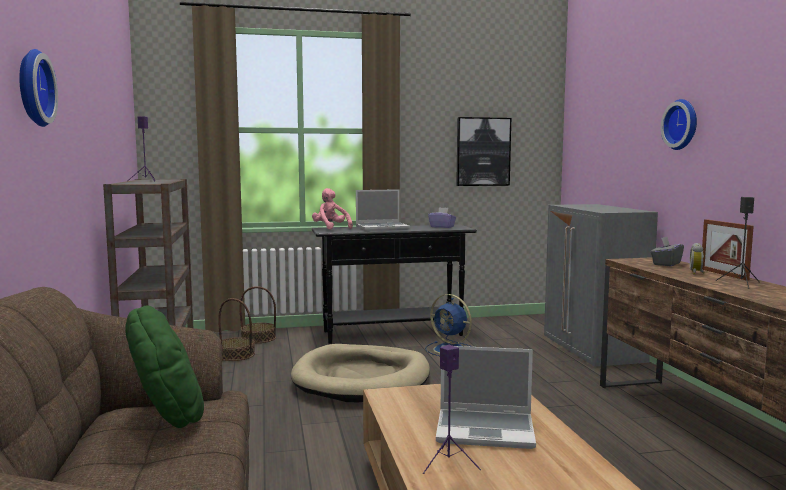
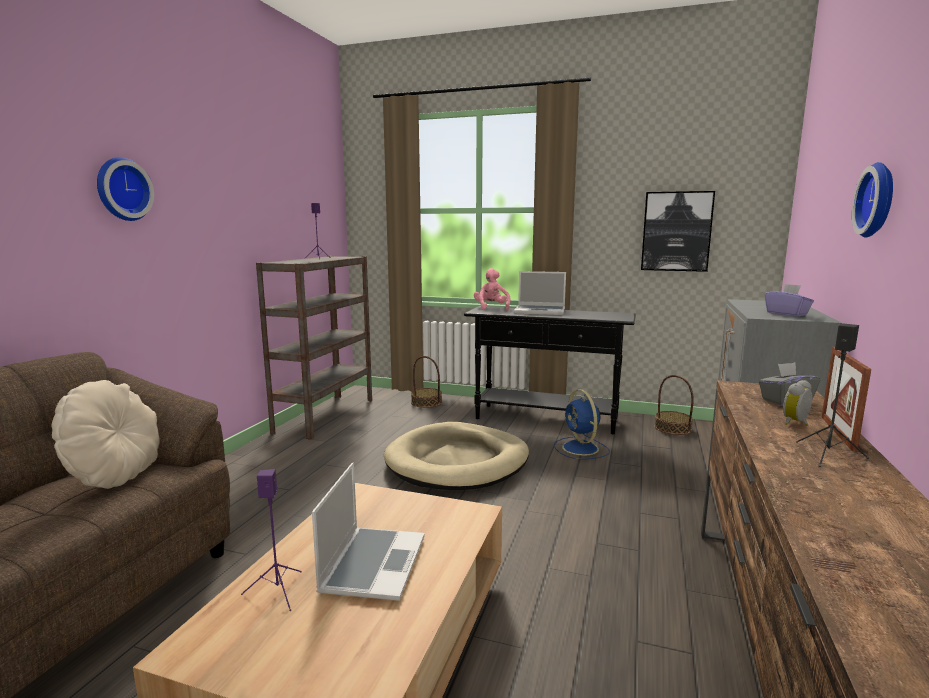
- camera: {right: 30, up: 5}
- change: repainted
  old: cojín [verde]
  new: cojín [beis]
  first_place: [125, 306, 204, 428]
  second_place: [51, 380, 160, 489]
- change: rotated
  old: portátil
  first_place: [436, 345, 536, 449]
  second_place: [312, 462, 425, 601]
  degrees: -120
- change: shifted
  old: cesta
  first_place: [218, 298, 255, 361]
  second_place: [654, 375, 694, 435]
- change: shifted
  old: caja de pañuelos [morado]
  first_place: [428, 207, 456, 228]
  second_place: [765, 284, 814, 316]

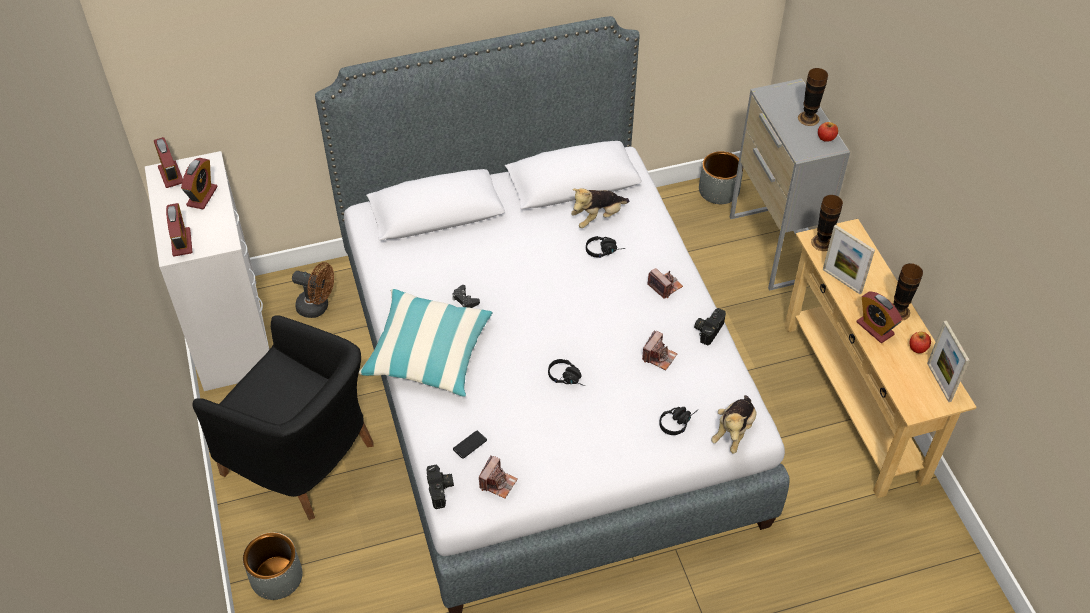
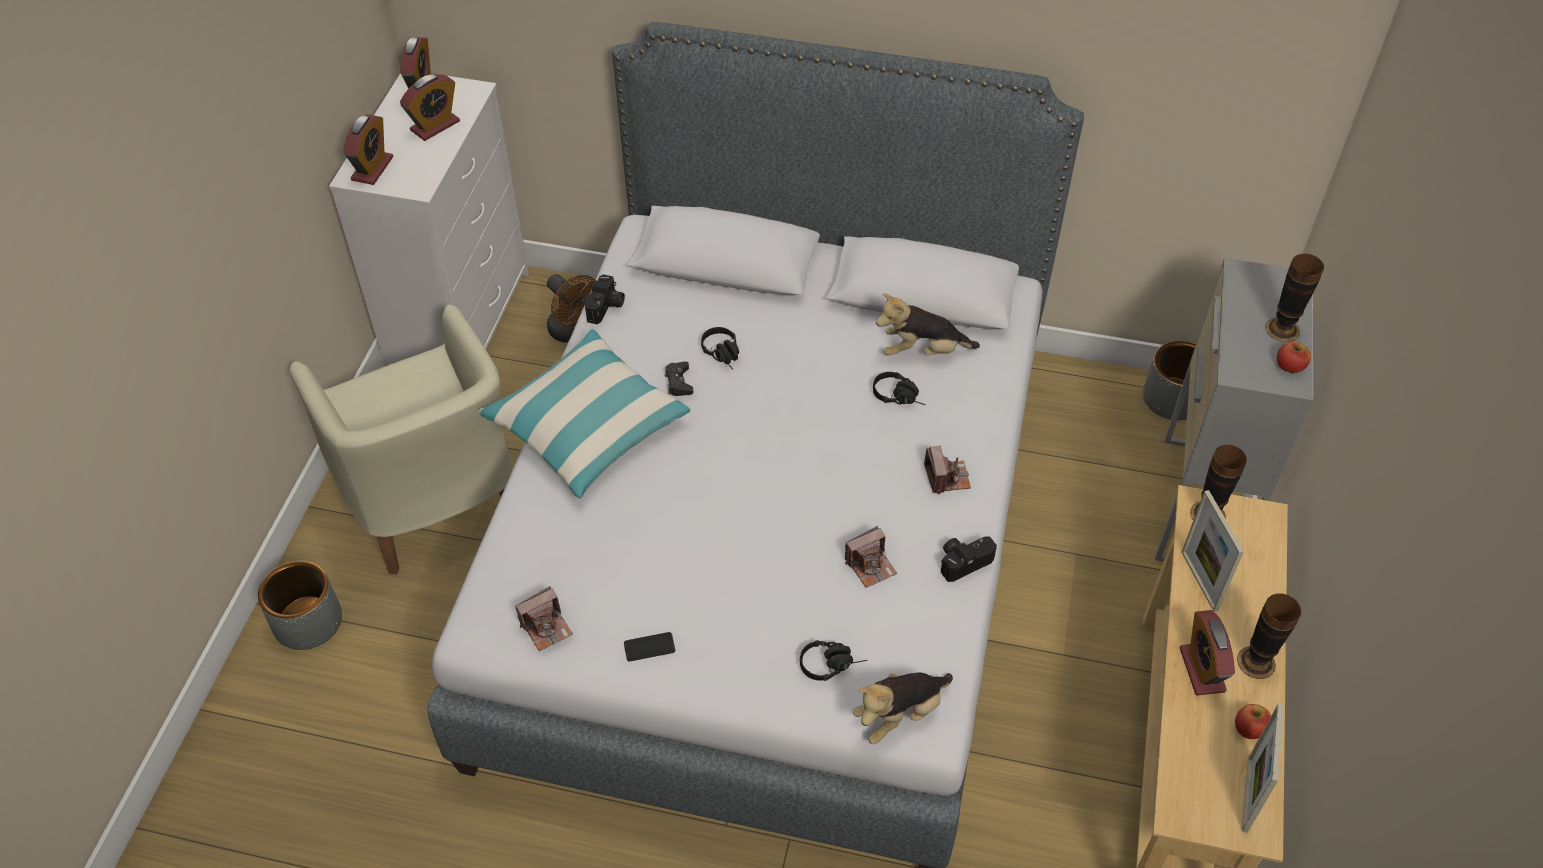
- camera: {right: 30, up: 0}
- change: repainted
  old: sillón [negro]
  new: sillón [beis]
  first_place: [193, 315, 373, 520]
  second_place: [289, 305, 513, 575]
- change: shifted
  old: cámara
  first_place: [426, 464, 454, 509]
  second_place: [584, 274, 625, 324]
- change: shifted
  old: móvil
  first_place: [453, 431, 487, 458]
  second_place: [624, 632, 675, 662]
- change: shifted
  old: auriculares [negro]
  first_place: [548, 359, 585, 386]
  second_place: [701, 327, 739, 369]

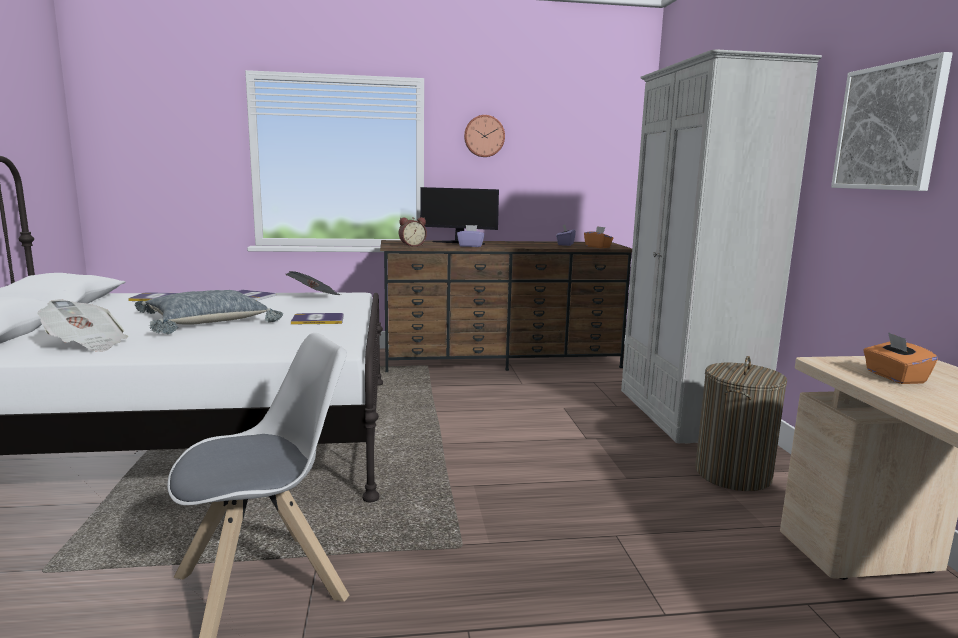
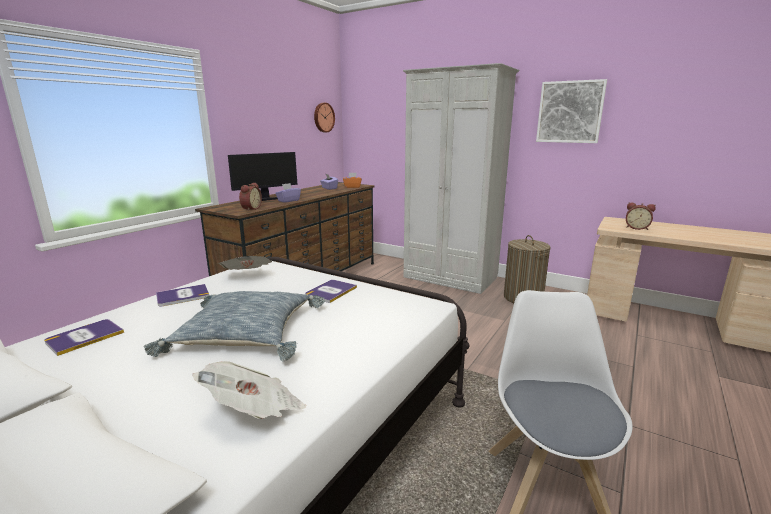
- camera: {right: -50, up: 5}
- change: shifted
  old: reloj de pared
  first_place: [464, 115, 505, 157]
  second_place: [314, 103, 335, 132]
- change: swapped
  old: caja de pañuelos [naranja]
  new: despertador
  first_place: [863, 332, 938, 384]
  second_place: [626, 202, 656, 230]

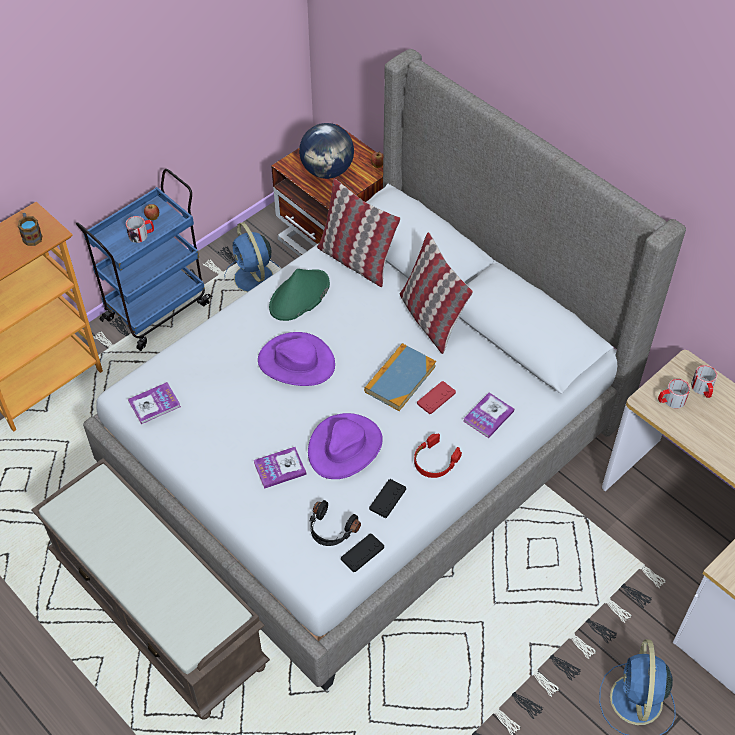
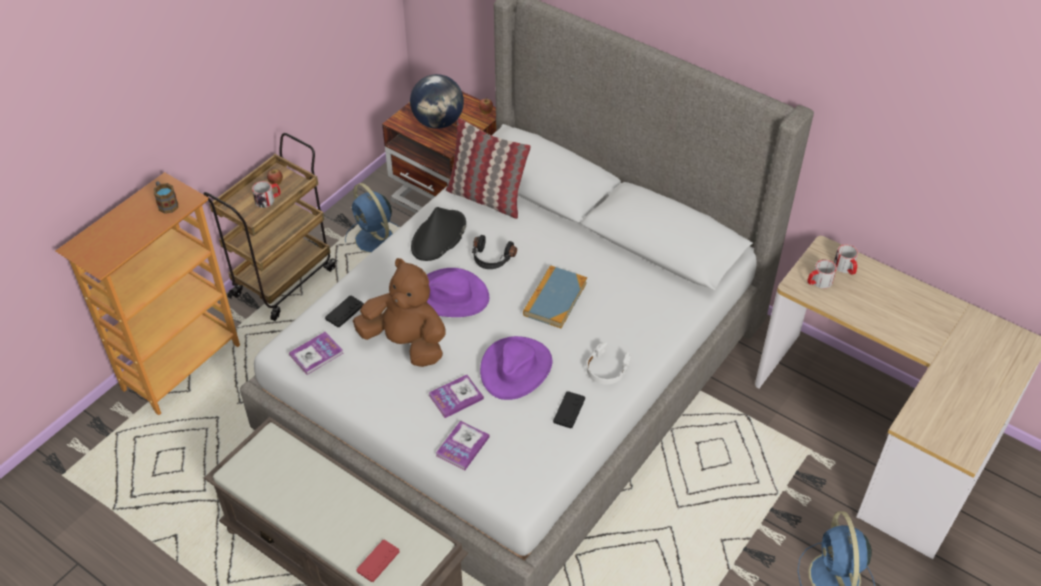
- camera: {right: -10, up: -5}
- change: repainted
  old: carrito [azul]
  new: carrito [marrón]
  first_place: [76, 169, 213, 351]
  second_place: [204, 133, 339, 321]
- change: shifted
  old: mando de consola [negro]
  first_place: [341, 533, 384, 572]
  second_place: [325, 296, 364, 327]
- change: new
  new: peluche [marrón]
  second_place: [353, 258, 445, 367]
- change: shifted
  old: mando de consola [rojo]
  first_place: [417, 381, 456, 414]
  second_place: [356, 540, 400, 582]
- change: repainted
  old: sombrero [verde]
  new: sombrero [negro]
  first_place: [269, 269, 330, 321]
  second_place: [411, 207, 466, 261]
- change: shifted
  old: libro
  first_place: [463, 393, 514, 438]
  second_place: [436, 421, 489, 470]
- change: shifted
  old: auriculares [negro]
  first_place: [309, 500, 361, 546]
  second_place: [472, 235, 517, 269]
- change: repainted
  old: auriculares [rojo]
  new: auriculares [blanco]
  first_place: [414, 434, 462, 478]
  second_place: [587, 342, 632, 385]
- change: gone
  old: cojín
  first_place: [400, 232, 473, 354]

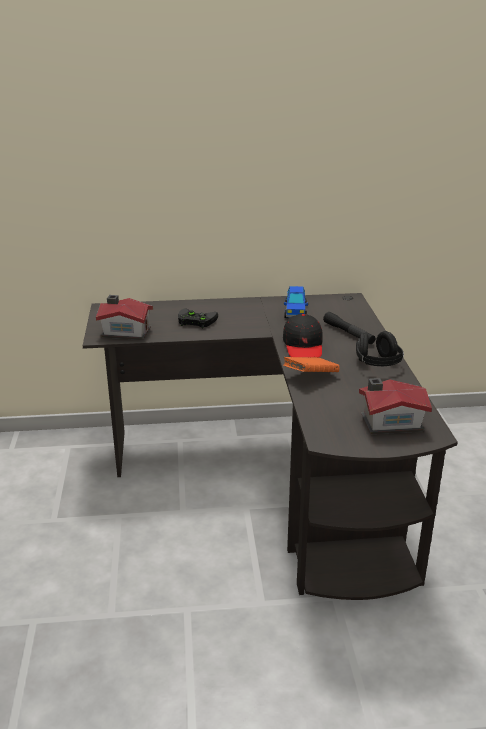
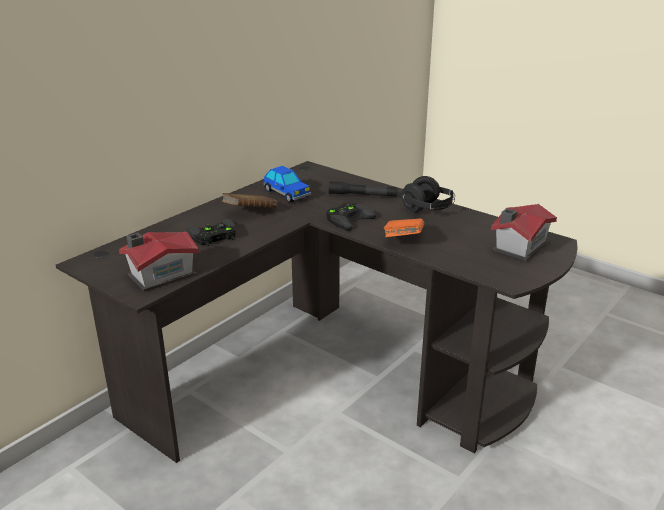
- camera: {right: -45, up: 0}
- change: new
  new: libro [marrón]
  second_place: [222, 193, 278, 208]
- change: swapped
  old: gorra [negro]
  new: mando de consola [negro]
  first_place: [283, 314, 323, 358]
  second_place: [326, 202, 376, 231]

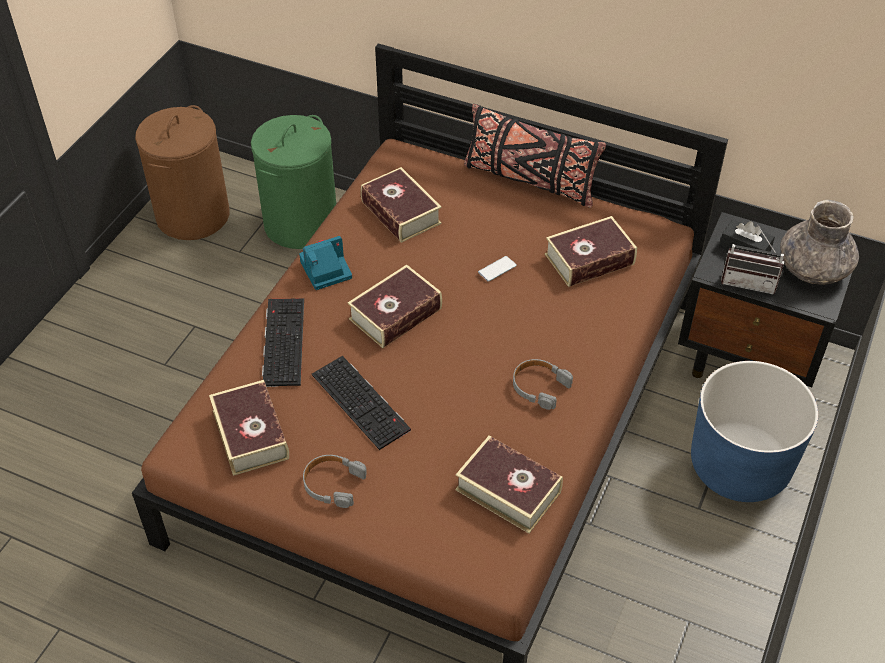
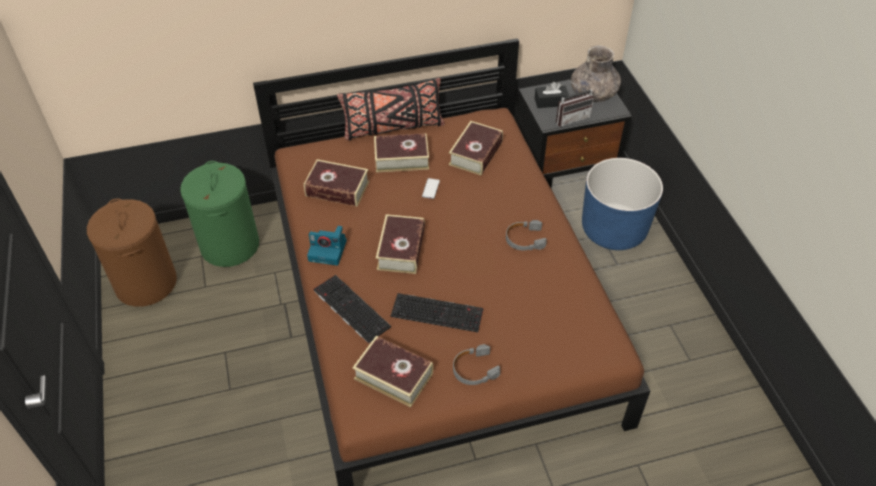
- camera: {right: -40, up: 0}
- change: rotated
  old: cámara
  first_place: [299, 236, 352, 290]
  second_place: [307, 225, 347, 266]
  degrees: -105
- change: shifted
  old: libro
  first_place: [455, 436, 563, 533]
  second_place: [374, 133, 429, 172]

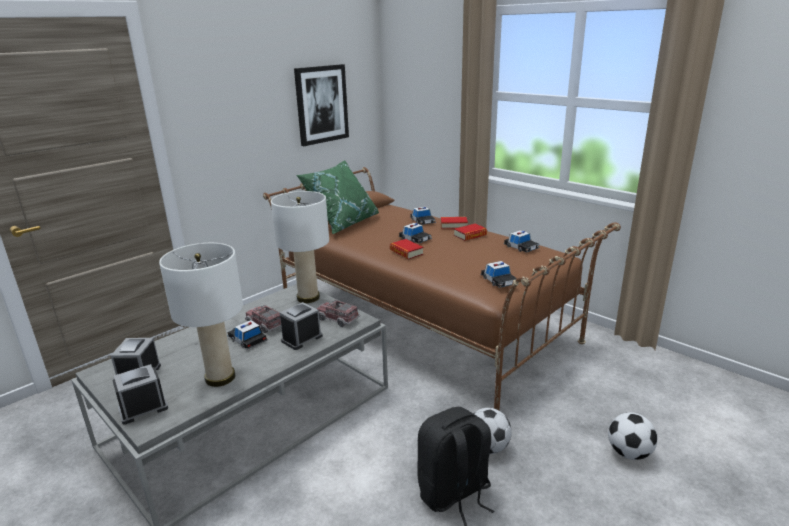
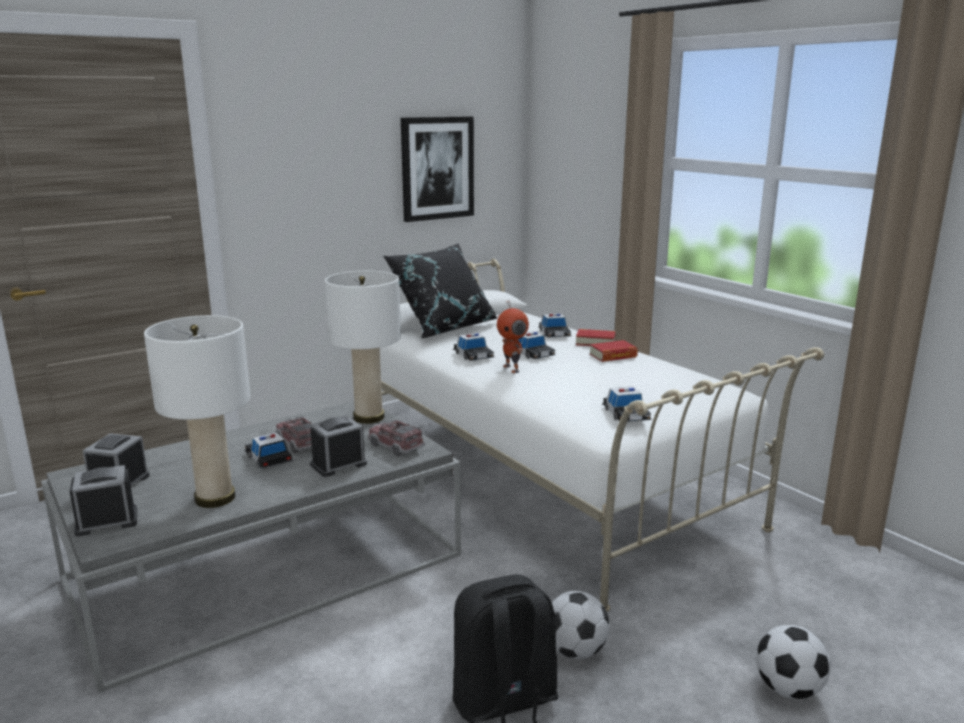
- camera: {right: 10, up: -5}
- change: repainted
  old: cama [marrón]
  new: cama [blanco]
  first_place: [263, 167, 621, 410]
  second_place: [380, 259, 824, 612]
- change: repainted
  old: cojín [verde]
  new: cojín [negro]
  first_place: [296, 161, 379, 234]
  second_place: [383, 243, 497, 339]
- change: shifted
  old: coche de juguete
  first_place: [503, 230, 540, 253]
  second_place: [453, 333, 494, 361]
- change: swapped
  old: libro
  new: robot de juguete
  first_place: [390, 239, 423, 259]
  second_place: [497, 301, 529, 373]

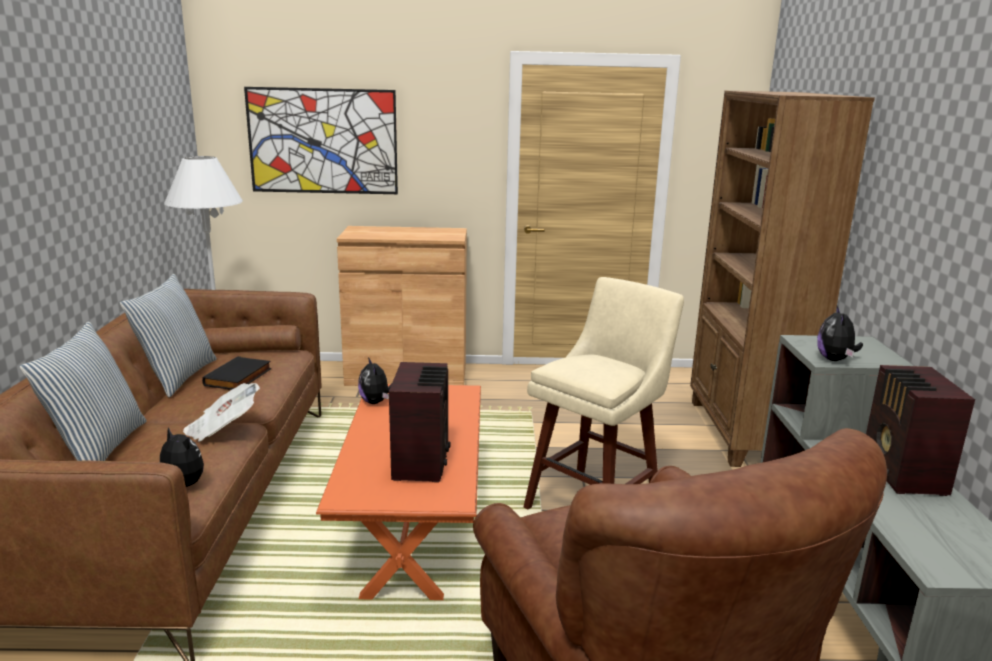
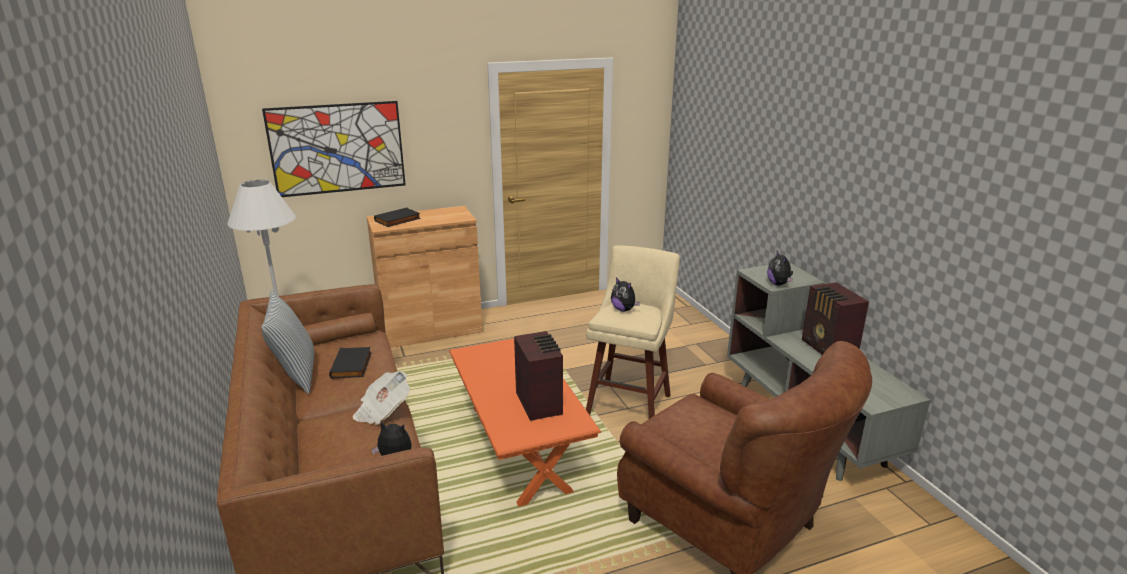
- camera: {right: -20, up: 5}
- change: new
  new: libro [negro]
  second_place: [374, 208, 421, 227]
- change: shifted
  old: peluche
  first_place: [358, 357, 392, 404]
  second_place: [611, 277, 640, 312]
- change: gone
  old: cojín
  first_place: [19, 321, 147, 461]
- change: gone
  old: estantería [marrón]
  first_place: [690, 91, 875, 467]

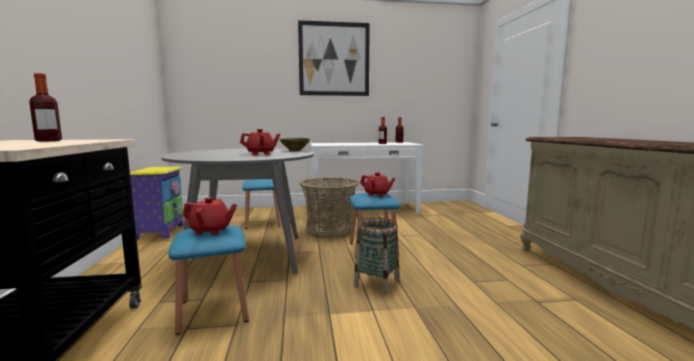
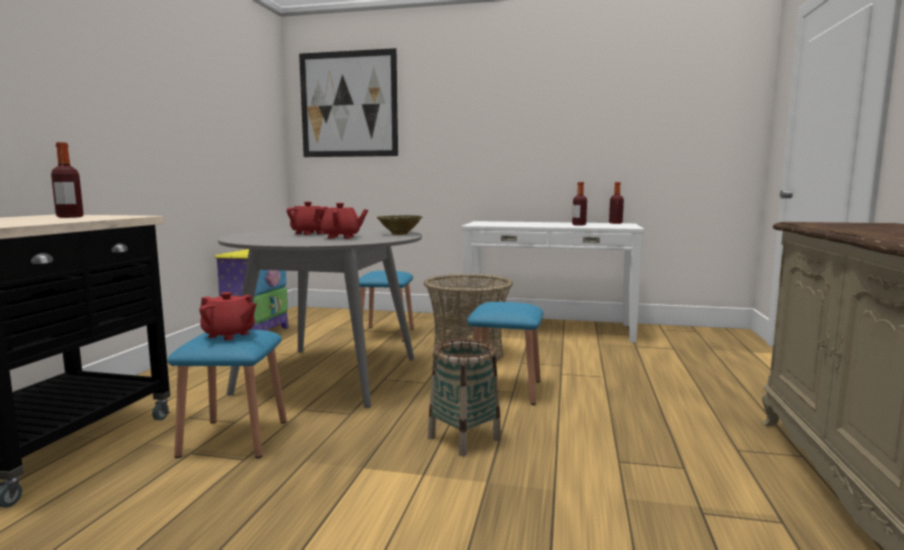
- camera: {right: 20, up: 0}
- change: shifted
  old: tetera [rojo]
  first_place: [360, 172, 396, 197]
  second_place: [287, 202, 328, 235]
- change: shifted
  old: cuadro
  first_place: [298, 20, 370, 96]
  second_place: [299, 48, 398, 157]

